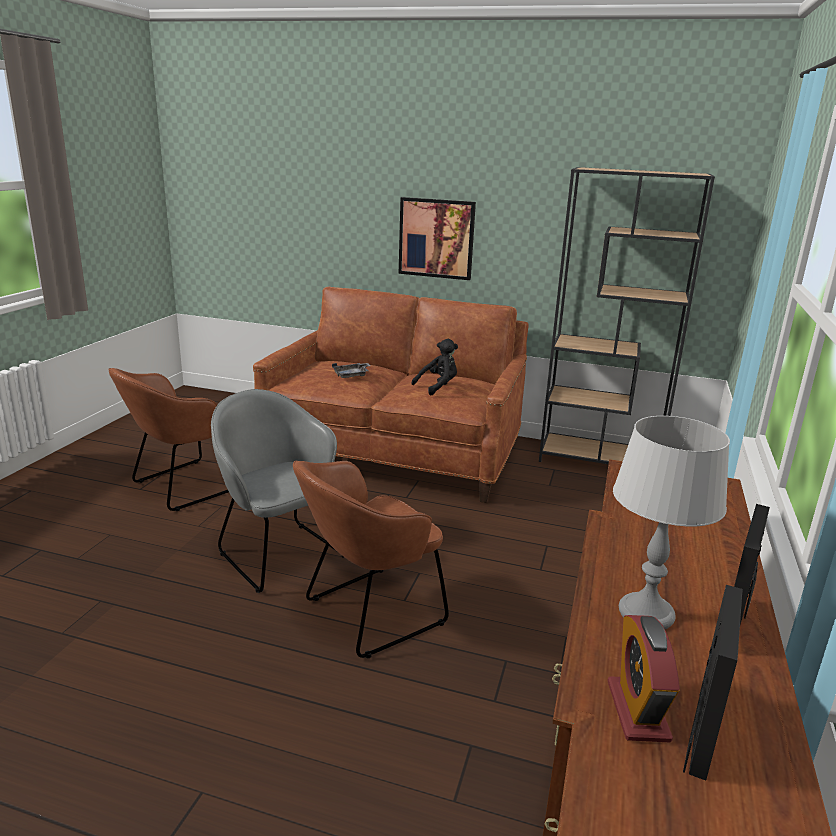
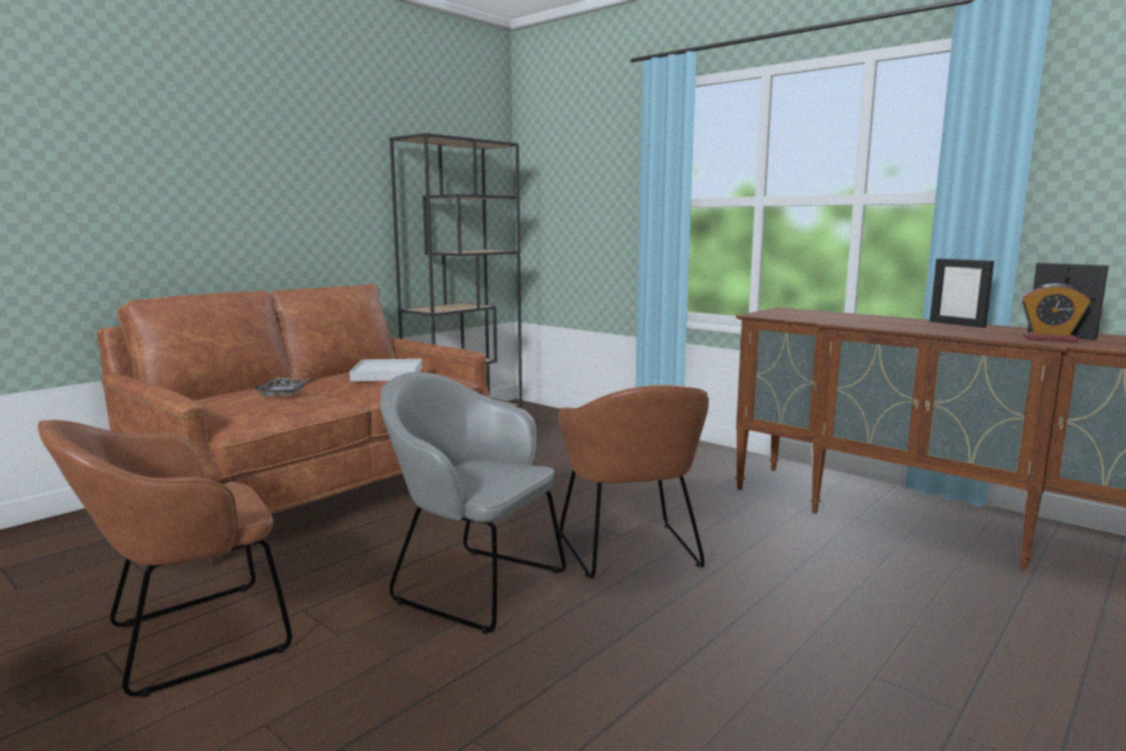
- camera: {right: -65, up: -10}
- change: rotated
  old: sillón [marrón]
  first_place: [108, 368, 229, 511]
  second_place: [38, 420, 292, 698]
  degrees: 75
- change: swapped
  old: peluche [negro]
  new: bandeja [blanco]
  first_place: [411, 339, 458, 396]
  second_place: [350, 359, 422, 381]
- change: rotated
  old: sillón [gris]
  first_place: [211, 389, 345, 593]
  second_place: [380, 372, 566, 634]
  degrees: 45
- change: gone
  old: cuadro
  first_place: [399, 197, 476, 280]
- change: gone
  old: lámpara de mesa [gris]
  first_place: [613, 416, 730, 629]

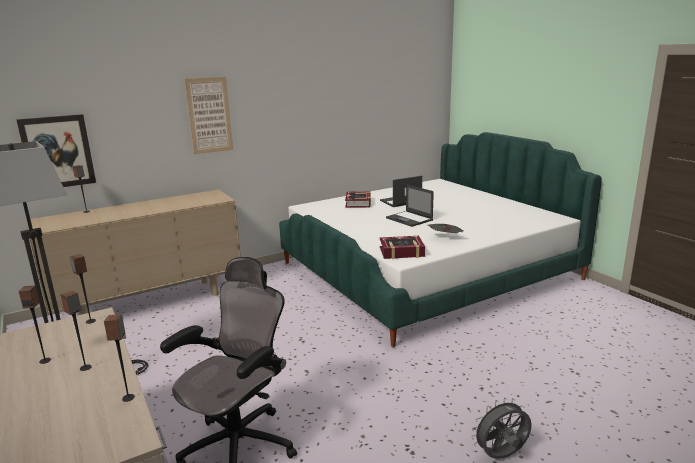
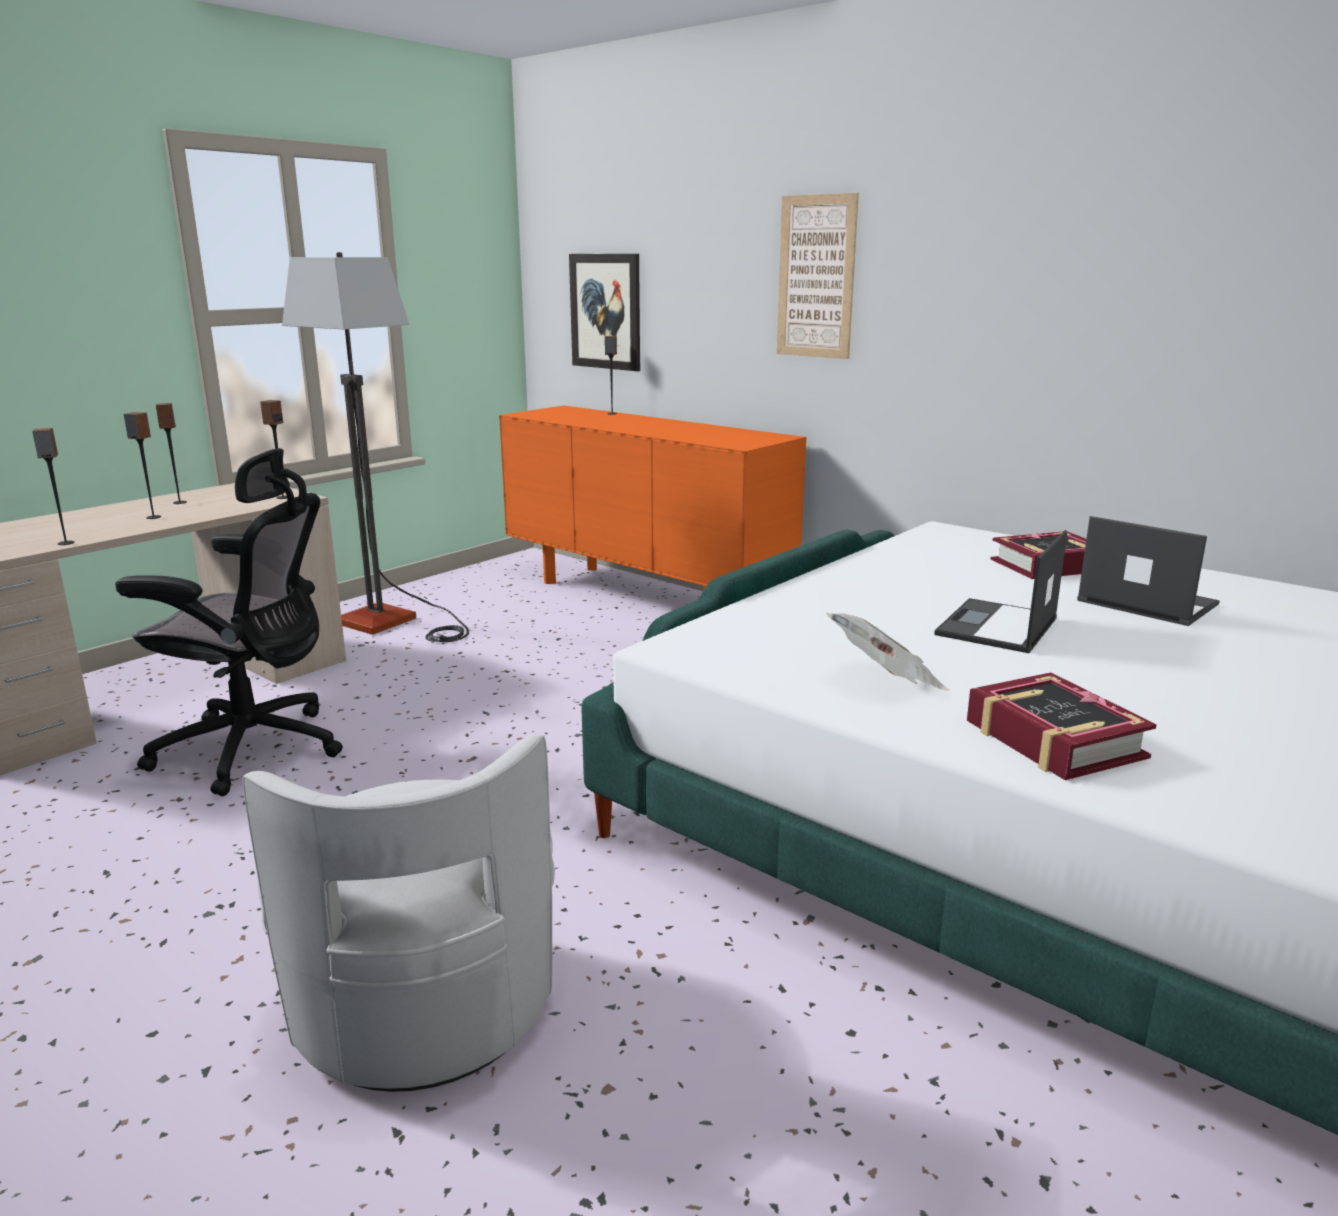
- camera: {right: 70, up: 0}
- change: new
  new: sillón [blanco]
  second_place: [243, 734, 555, 1092]
- change: repainted
  old: cómoda [beis]
  new: cómoda [naranja]
  first_place: [28, 190, 241, 315]
  second_place: [499, 405, 806, 589]
- change: shifted
  old: libro
  first_place: [380, 236, 425, 259]
  second_place: [967, 673, 1157, 780]
- change: gone
  old: ventilador [gris]
  first_place: [472, 398, 532, 459]

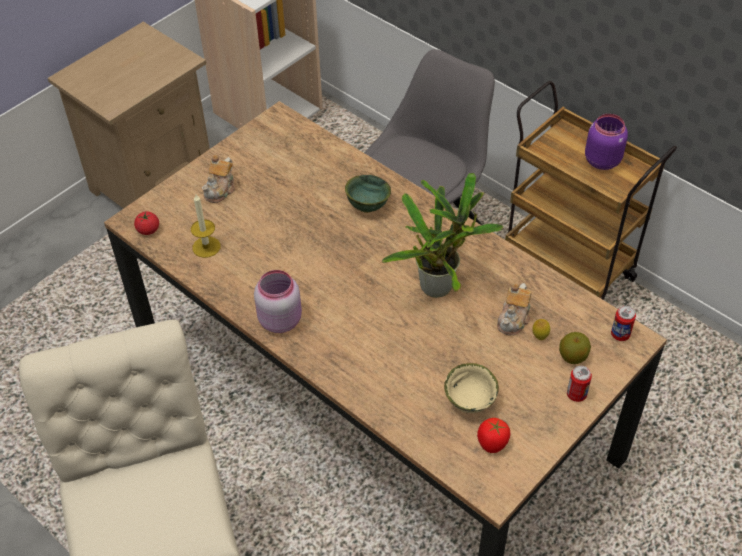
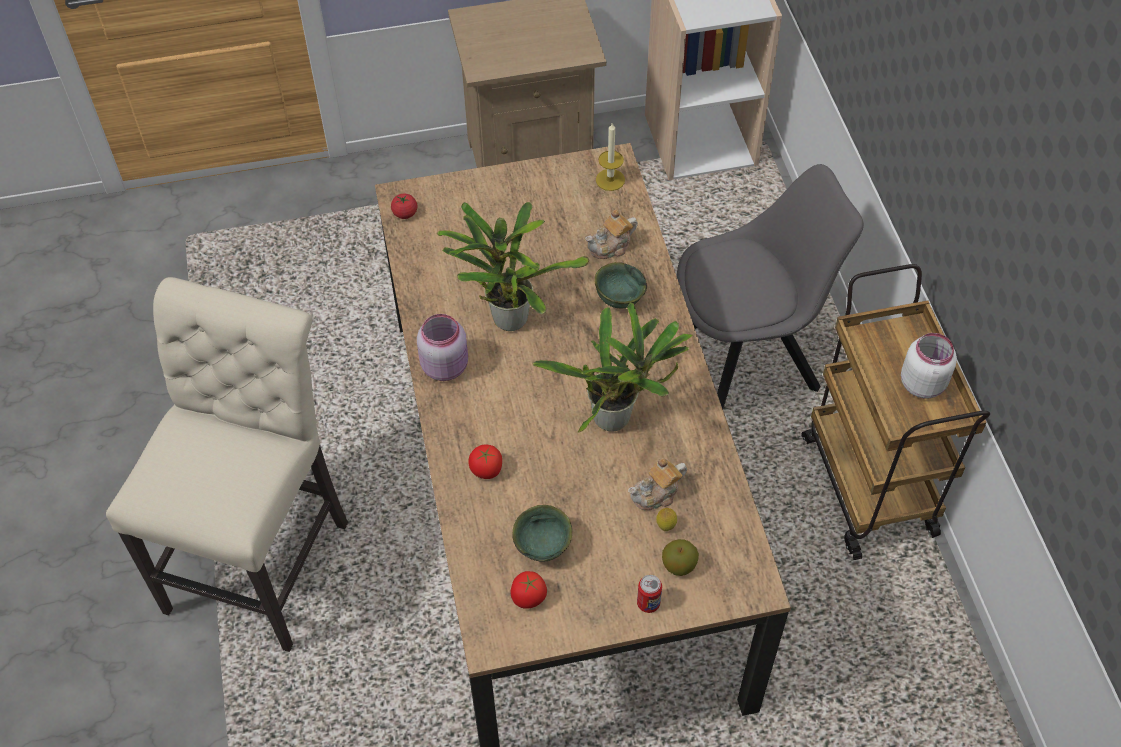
- camera: {right: 35, up: 5}
- change: new
  new: planta en maceta
  second_place: [437, 202, 589, 331]
- change: new
  new: tomate
  second_place: [468, 445, 502, 479]
- change: repainted
  old: cuenco [beis]
  new: cuenco [verde]
  first_place: [444, 363, 499, 413]
  second_place: [513, 505, 572, 562]
- change: shifted
  old: tetera
  first_place: [202, 155, 235, 203]
  second_place: [585, 209, 638, 259]
- change: shifted
  old: vela
  first_place: [191, 194, 220, 258]
  second_place: [596, 123, 625, 191]
- change: repainted
  old: tarro [morado]
  new: tarro [blanco]
  first_place: [585, 114, 628, 170]
  second_place: [901, 333, 957, 398]
- change: gone
  old: lata
  first_place: [611, 306, 636, 341]

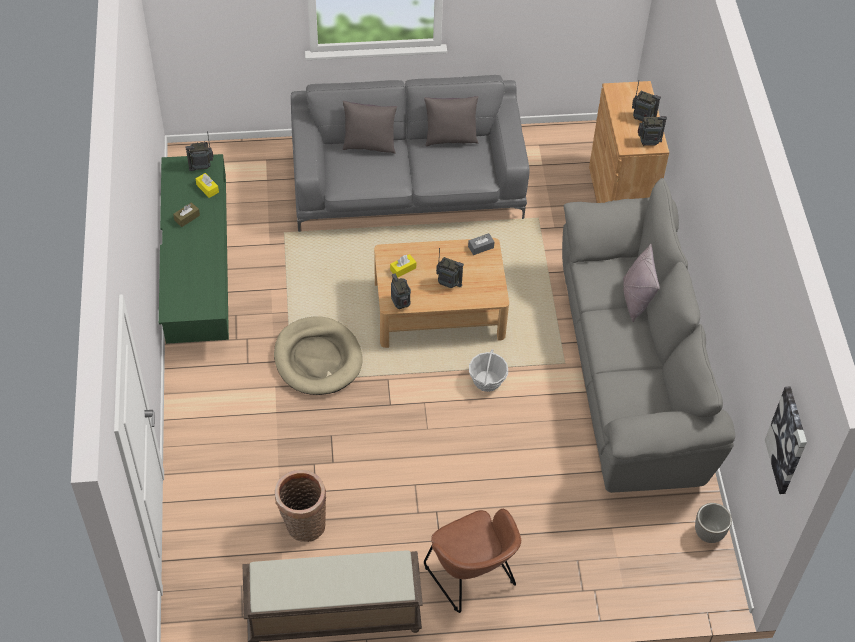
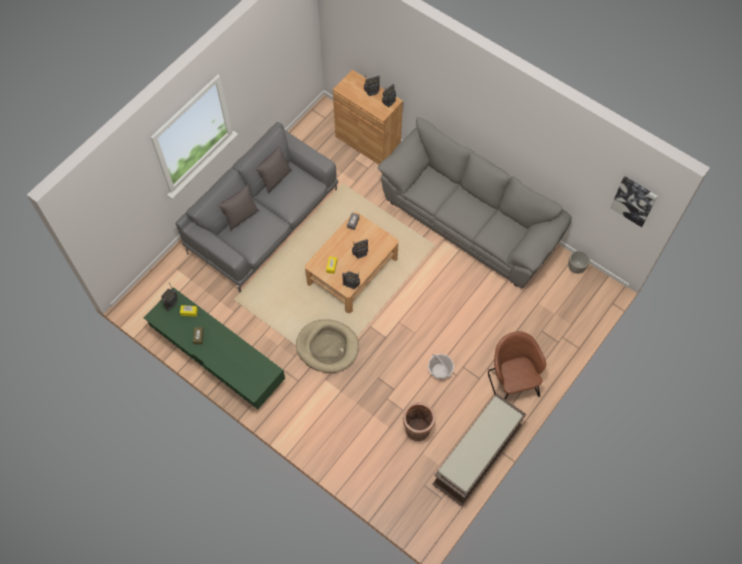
- camera: {right: -45, up: 10}
- change: shifted
  old: cesta
  first_place: [469, 349, 508, 392]
  second_place: [428, 354, 454, 380]
- change: rotated
  old: sillón [marrón]
  first_place: [424, 509, 521, 613]
  second_place: [488, 331, 546, 400]
  degrees: -120
- change: gone
  old: cojín [morado]
  first_place: [623, 244, 660, 322]

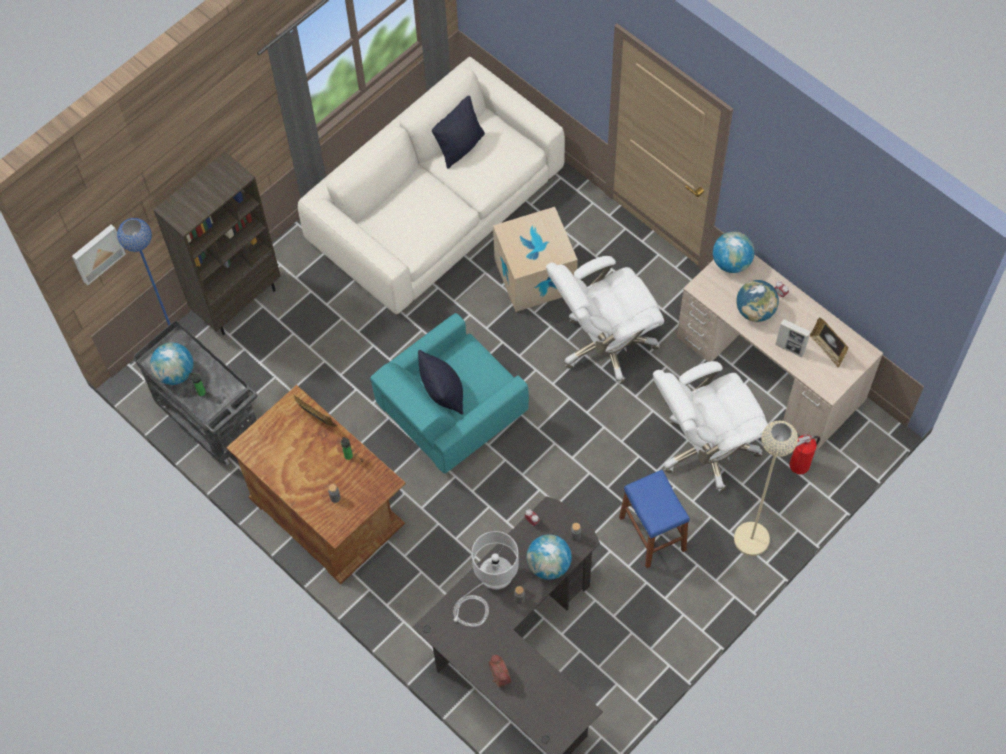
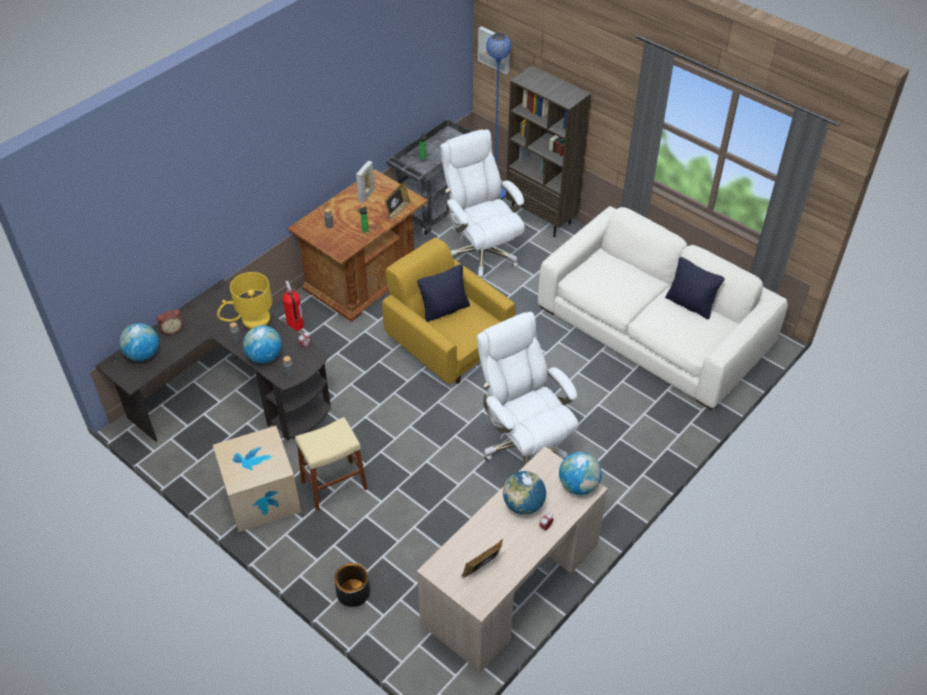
- camera: {right: 85, up: -15}
- change: shifted
  old: globo terráqueo
  first_place: [150, 343, 193, 385]
  second_place: [119, 323, 159, 361]
- change: shifted
  old: caja de cartón
  first_place: [493, 207, 578, 312]
  second_place: [213, 426, 301, 532]
- change: repainted
  old: lámpara de mesa [blanco]
  new: lámpara de mesa [amarillo]
  first_place: [453, 531, 519, 627]
  second_place: [217, 272, 272, 329]
- change: shifted
  old: extintor
  first_place: [790, 434, 820, 474]
  second_place: [282, 280, 304, 331]
- change: repainted
  old: taburete [azul]
  new: taburete [beis]
  first_place: [619, 470, 690, 568]
  second_place: [295, 417, 368, 511]
- change: new
  new: maceta [negro]
  second_place: [334, 563, 370, 607]
- change: shifted
  old: portarretratos
  first_place: [775, 319, 811, 357]
  second_place: [356, 161, 375, 203]
- change: repainted
  old: sillón [turquesa]
  new: sillón [amarillo]
  first_place: [370, 313, 529, 473]
  second_place: [382, 237, 516, 384]
- change: shifted
  old: silla de oficina [blanco]
  first_place: [653, 361, 768, 492]
  second_place: [440, 129, 525, 279]
- change: gone
  old: lámpara de pie [beis]
  first_place: [734, 421, 798, 556]

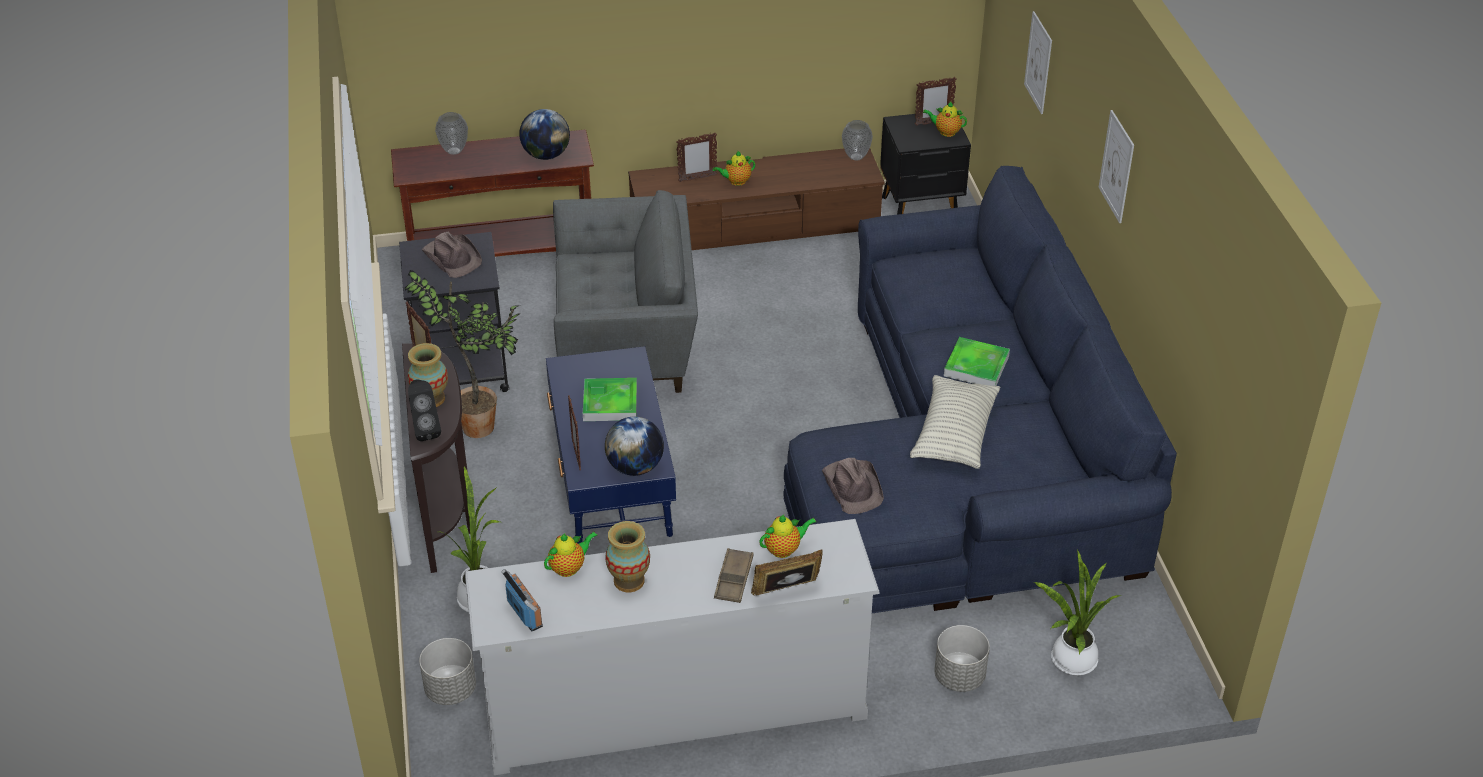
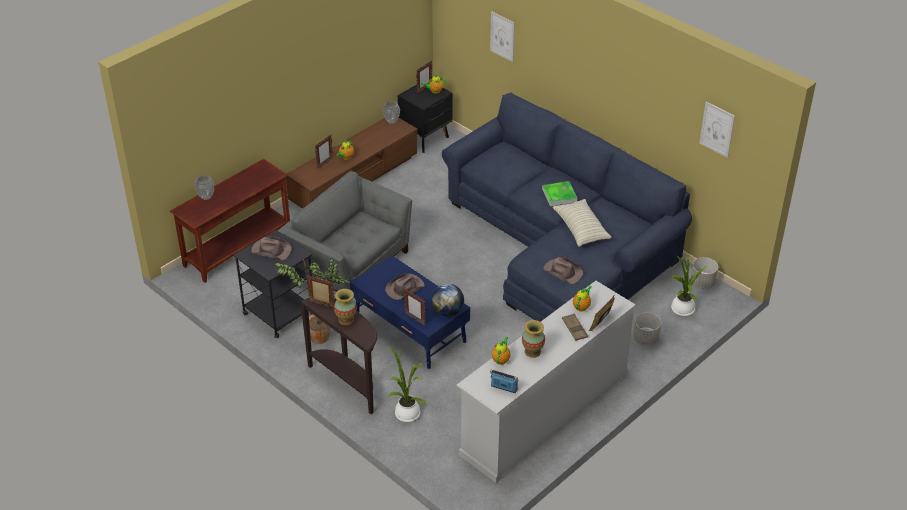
- camera: {right: -35, up: 0}
- change: rotated
  old: sillón [gris]
  first_place: [553, 190, 698, 393]
  second_place: [278, 171, 412, 291]
  degrees: -105
- change: swapped
  old: bandeja
  new: sombrero [marrón]
  first_place: [583, 378, 637, 421]
  second_place: [385, 273, 425, 300]
- change: shifted
  old: maceta [gris]
  first_place: [419, 638, 476, 705]
  second_place: [691, 257, 718, 289]
- change: shifted
  old: cuadro
  first_place: [1099, 110, 1134, 223]
  second_place: [699, 102, 735, 158]
- change: gone
  old: altavoz [negro]
  first_place: [408, 379, 441, 441]
- change: gone
  old: globo terráqueo
  first_place: [519, 109, 570, 160]

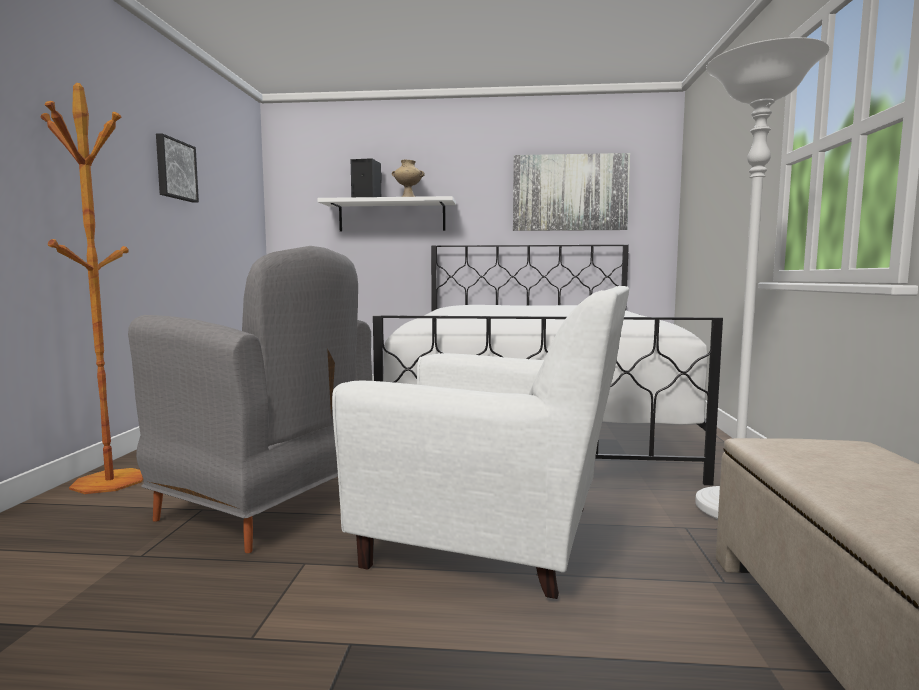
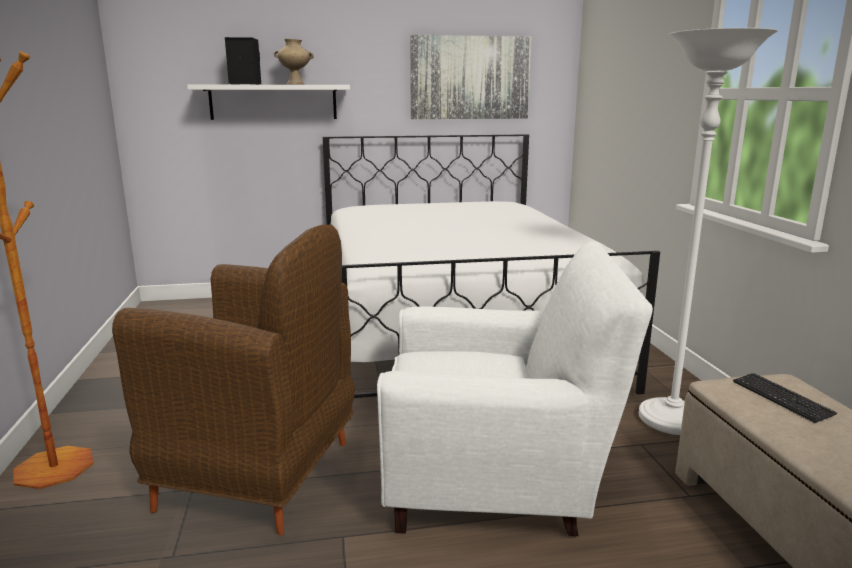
- camera: {right: -15, up: 10}
- change: repainted
  old: sillón [gris]
  new: sillón [marrón]
  first_place: [128, 246, 372, 553]
  second_place: [112, 225, 355, 535]
- change: new
  new: teclado
  second_place: [733, 373, 837, 423]
- change: gone
  old: cuadro
  first_place: [156, 133, 199, 203]

